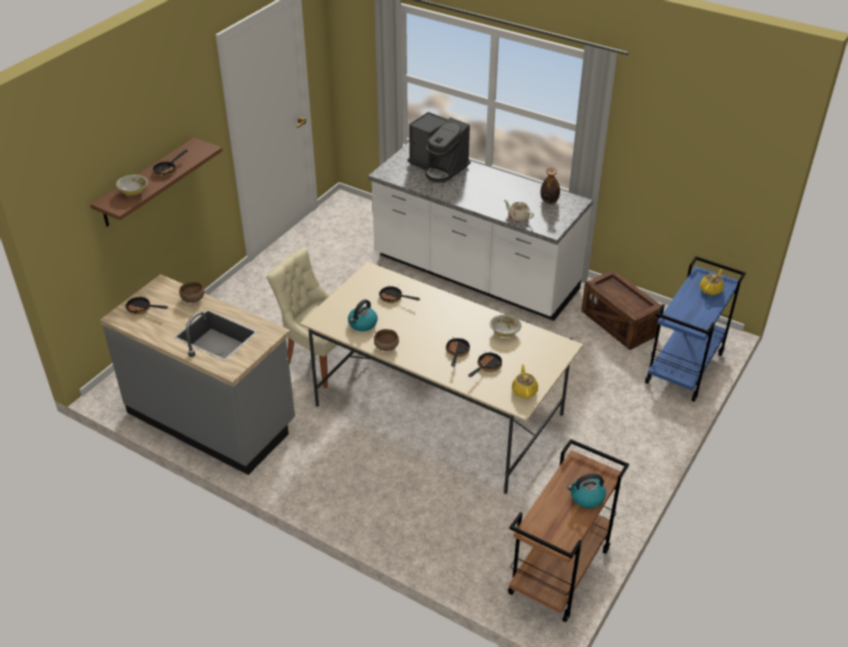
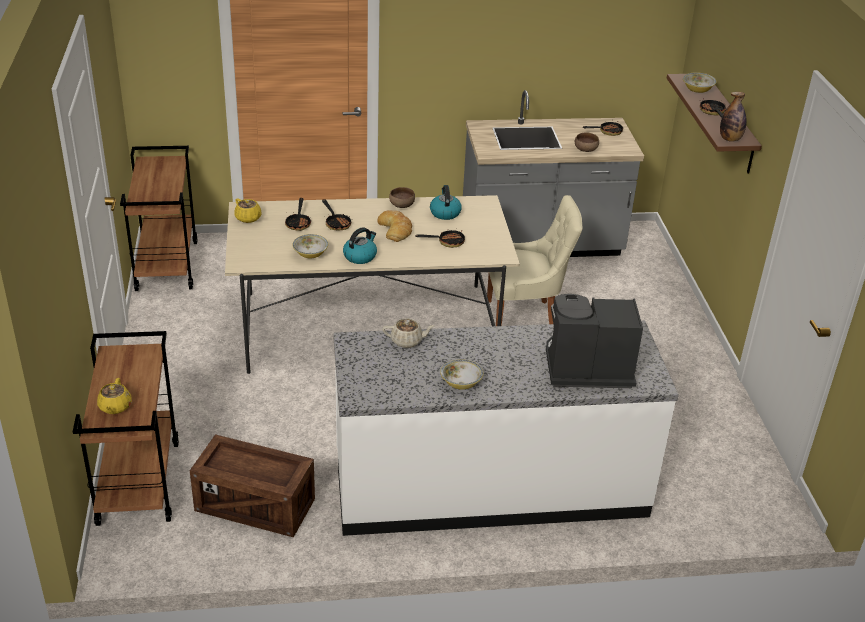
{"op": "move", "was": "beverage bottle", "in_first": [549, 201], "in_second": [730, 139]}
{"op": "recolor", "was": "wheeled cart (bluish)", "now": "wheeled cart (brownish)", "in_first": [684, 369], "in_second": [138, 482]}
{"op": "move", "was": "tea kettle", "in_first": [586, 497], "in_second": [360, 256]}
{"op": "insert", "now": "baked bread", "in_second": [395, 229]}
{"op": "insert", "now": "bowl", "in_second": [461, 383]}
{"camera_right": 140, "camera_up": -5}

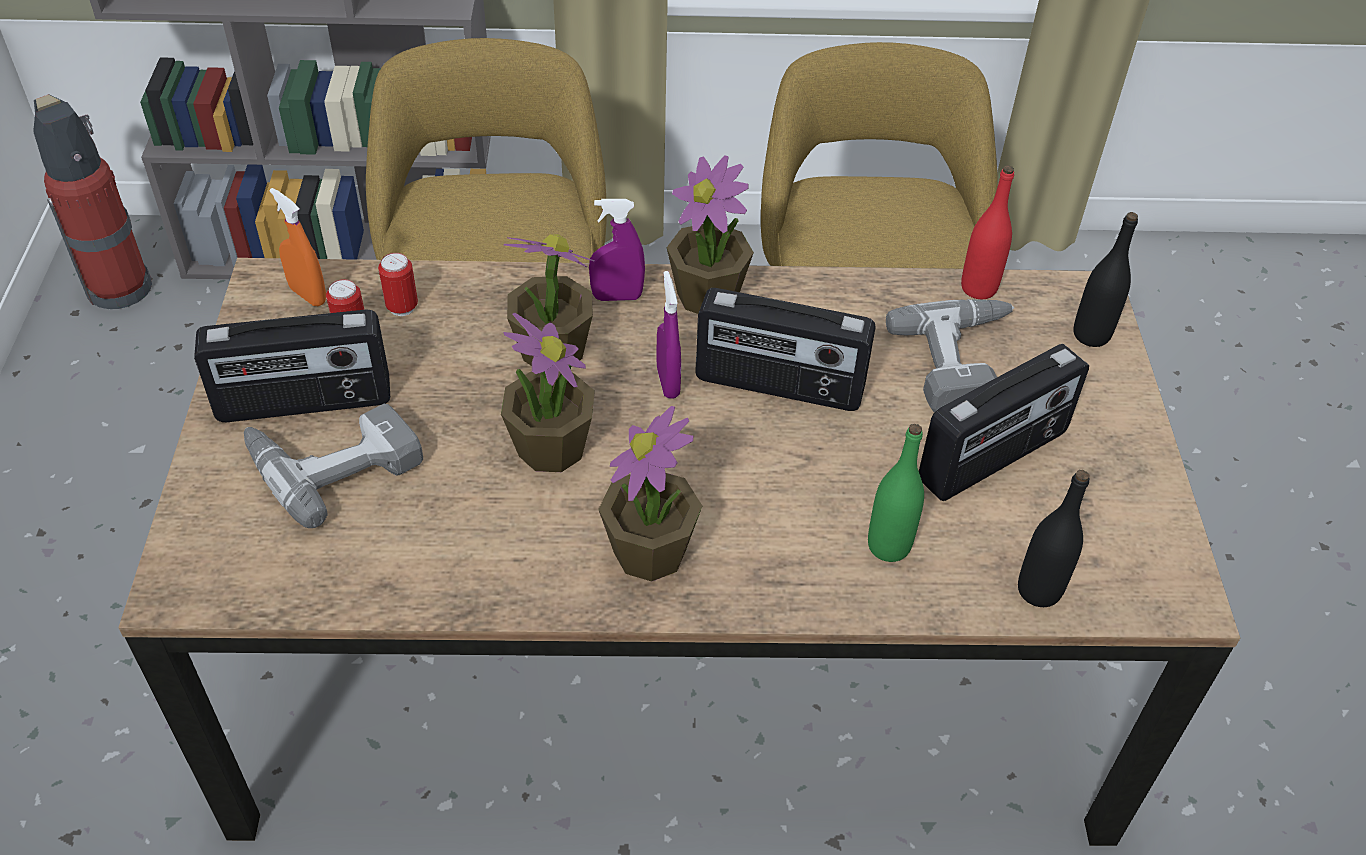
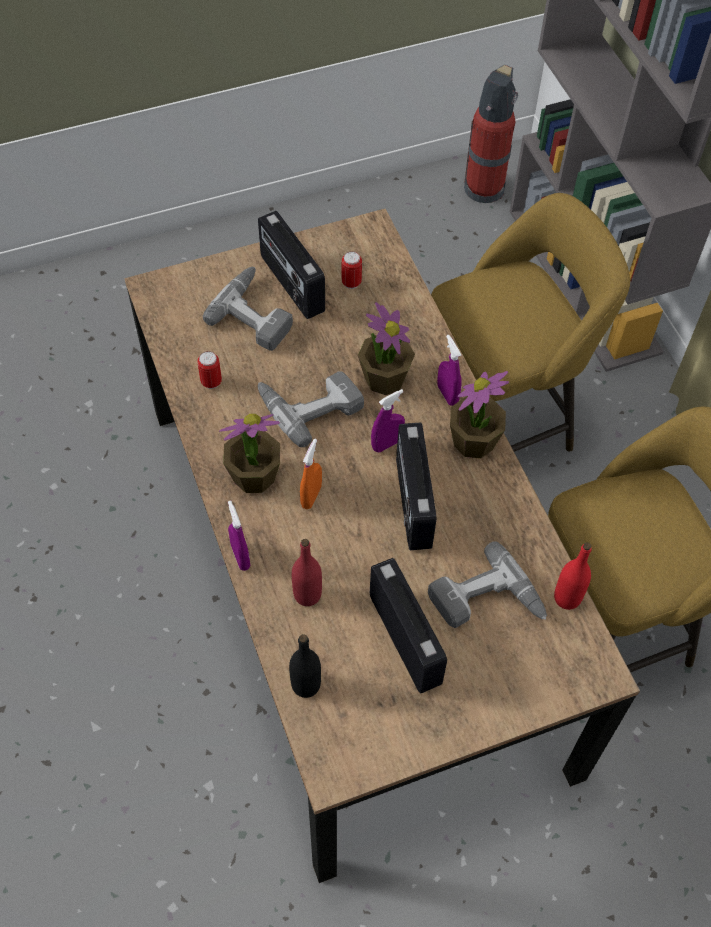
{"op": "move", "was": "spray bottle (orange)", "in_first": [308, 295], "in_second": [311, 496]}
{"op": "delete", "was": "beverage bottle (black-coloured)", "in_first": [1091, 335]}
{"op": "move", "was": "metal can", "in_first": [402, 307], "in_second": [211, 382]}
{"op": "replace", "was": "potted plant", "now": "electric drill", "in_first": [550, 447], "in_second": [309, 404]}
{"op": "rotate", "was": "radio receiver", "in_first": [994, 457], "in_second": [406, 639], "clockwise": -150}
{"op": "recolor", "was": "beverage bottle (greenish)", "now": "beverage bottle (red)", "in_first": [888, 546], "in_second": [307, 594]}
{"op": "insert", "now": "spray bottle (purple)", "in_second": [240, 557]}
{"camera_right": 70, "camera_up": 10}

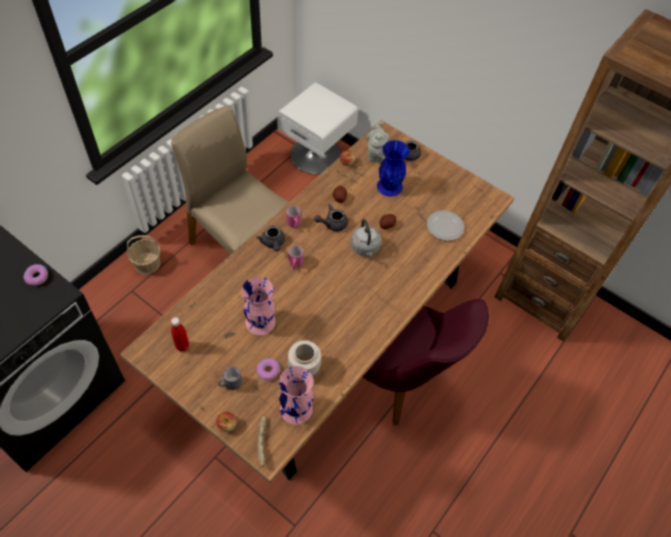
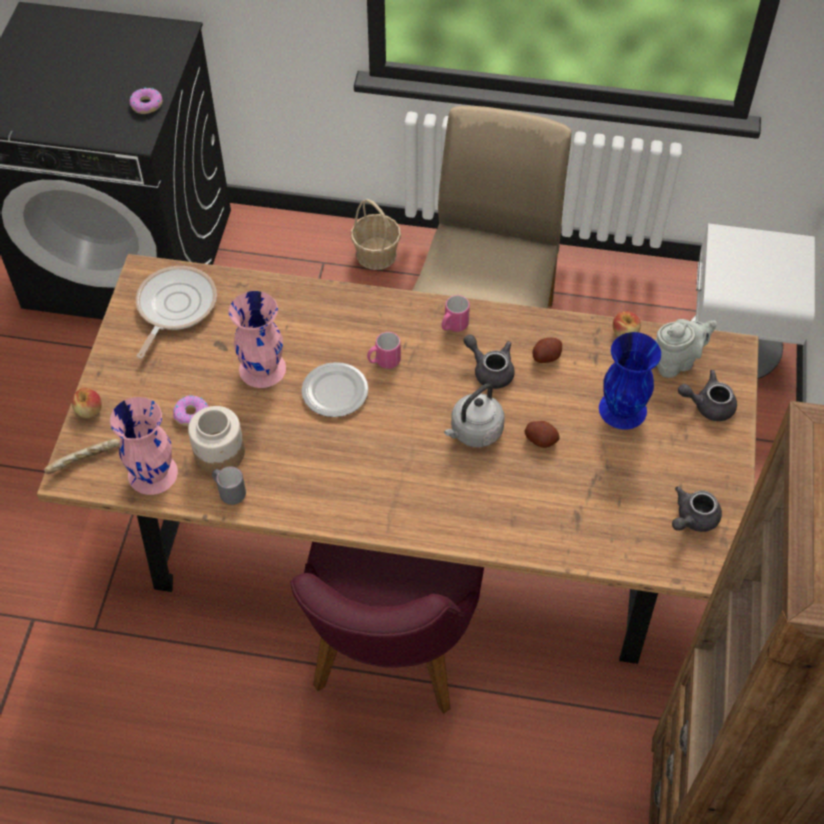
{"op": "move", "was": "plate", "in_first": [444, 226], "in_second": [335, 391]}
{"op": "move", "was": "tea pot (grey)", "in_first": [273, 243], "in_second": [692, 519]}
{"op": "replace", "was": "beverage bottle (red)", "now": "frying pan", "in_first": [182, 346], "in_second": [174, 307]}
{"op": "move", "was": "mug (grey)", "in_first": [230, 384], "in_second": [229, 492]}
{"camera_right": 65, "camera_up": 0}

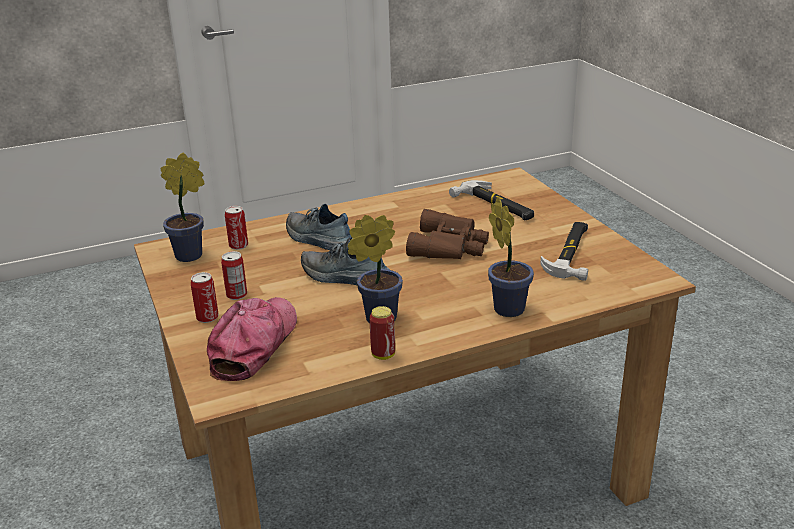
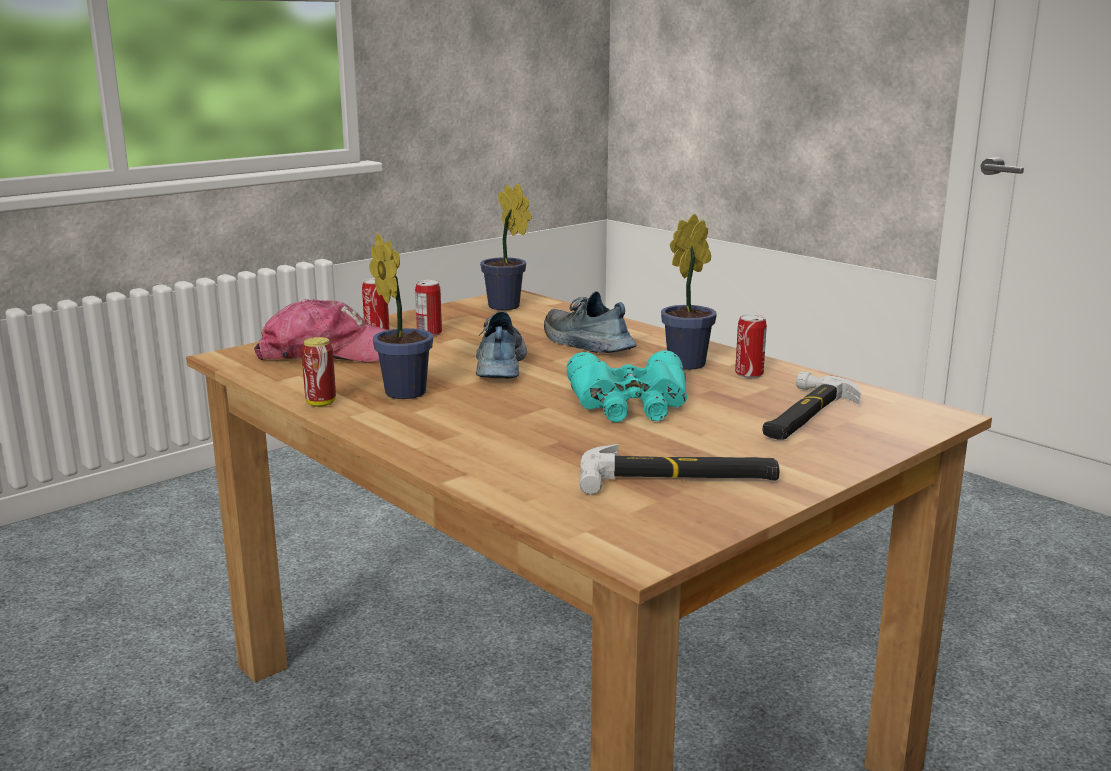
{"op": "move", "was": "potted plant", "in_first": [507, 307], "in_second": [690, 363]}
{"op": "rotate", "was": "item of footwear", "in_first": [319, 240], "in_second": [586, 344], "clockwise": -60}
{"op": "move", "was": "metal can", "in_first": [238, 245], "in_second": [749, 374]}
{"op": "recolor", "was": "pair of binoculars (brownish)", "now": "pair of binoculars (turquoise-coloured)", "in_first": [450, 246], "in_second": [630, 403]}
{"camera_right": 70, "camera_up": -10}

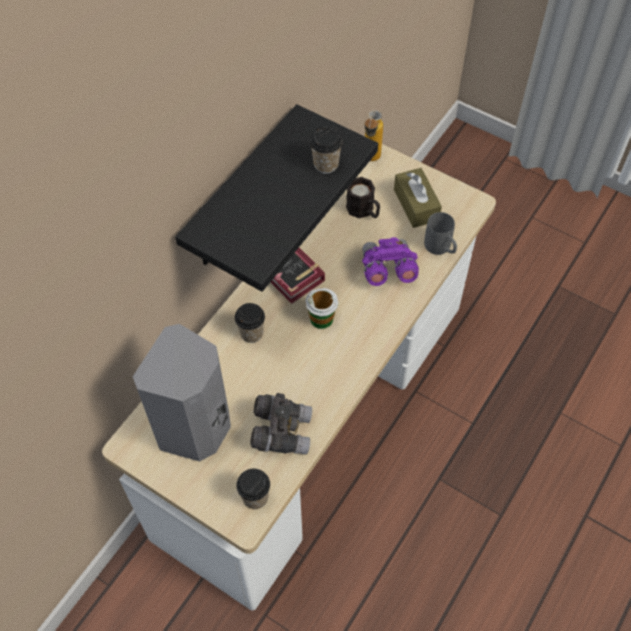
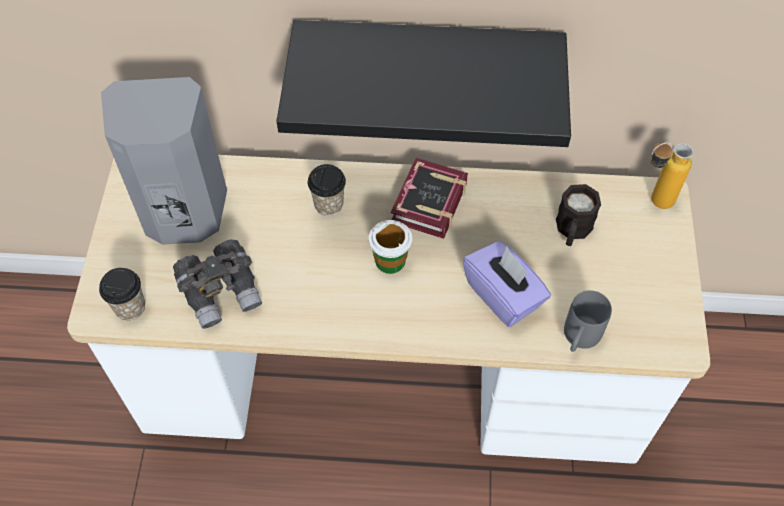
{"op": "delete", "was": "small cup", "in_first": [326, 164]}
{"op": "delete", "was": "box of tissues (brownish)", "in_first": [416, 205]}
{"op": "replace", "was": "pair of binoculars (purple)", "now": "box of tissues (purple)", "in_first": [387, 270], "in_second": [503, 295]}
{"camera_right": 60, "camera_up": 0}

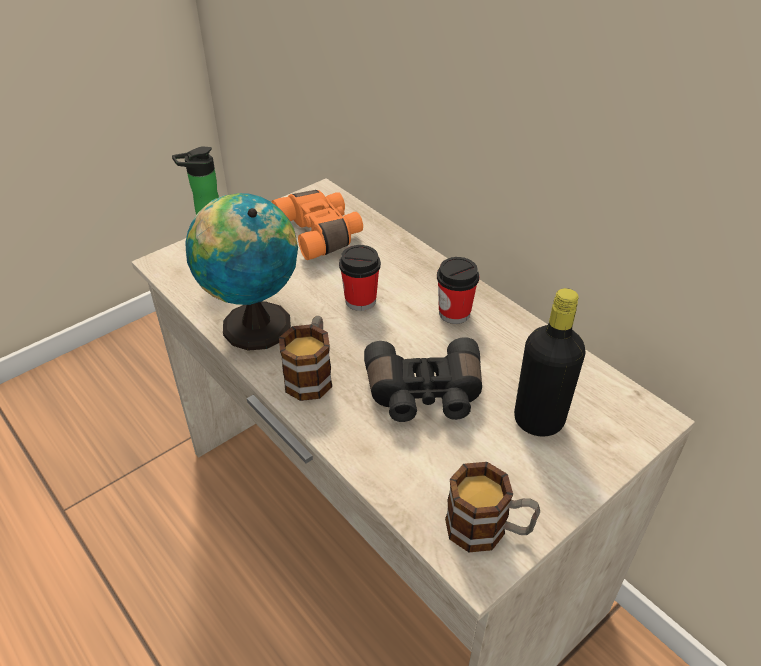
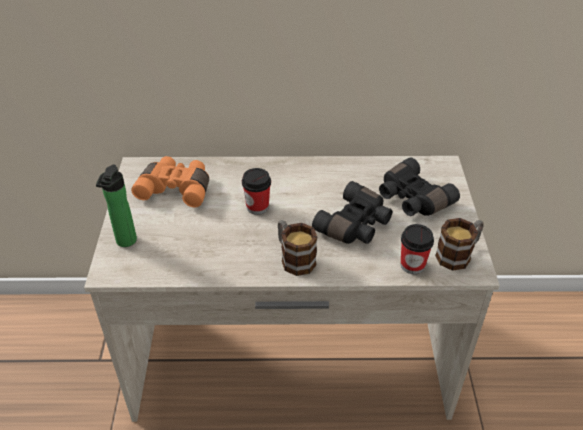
{"op": "delete", "was": "globe", "in_first": [252, 324]}
{"op": "move", "was": "small cup", "in_first": [454, 313], "in_second": [412, 265]}
{"op": "replace", "was": "beverage bottle (black-coloured)", "now": "pair of binoculars (black-coloured)", "in_first": [538, 421], "in_second": [412, 199]}
{"camera_right": -50, "camera_up": 0}

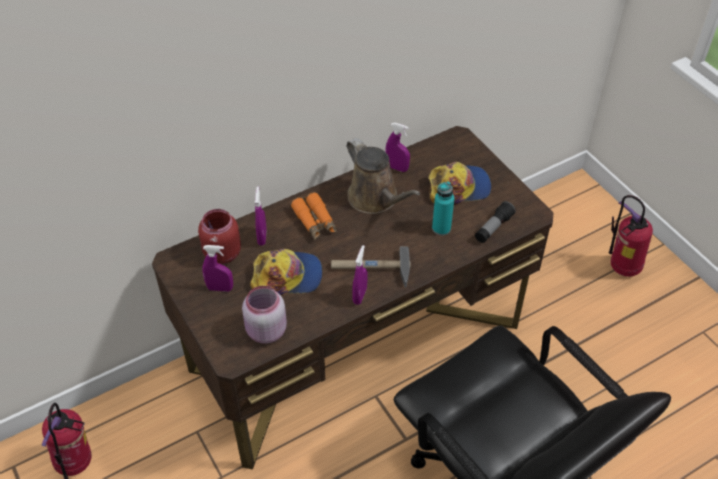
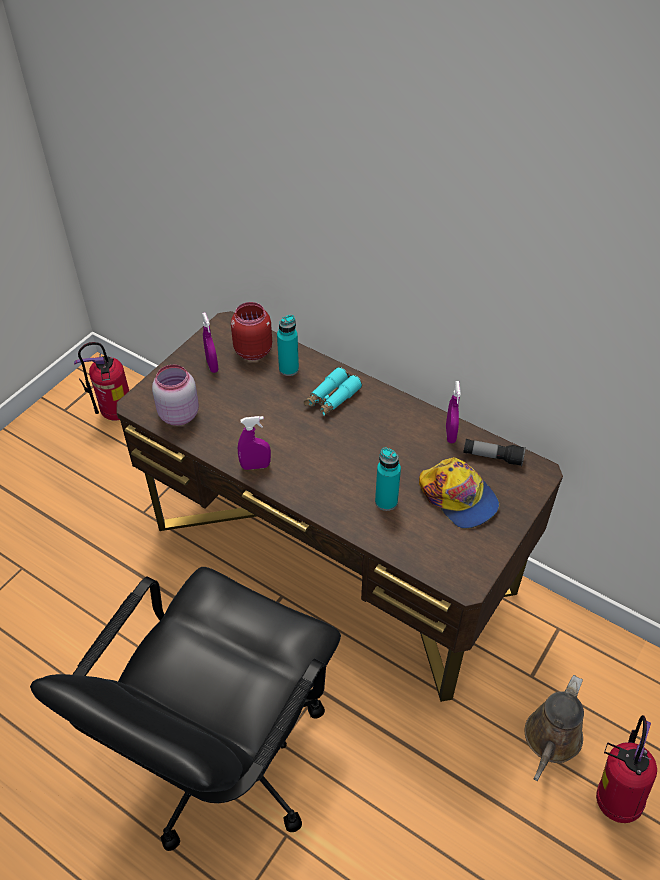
{"op": "move", "was": "watering can (brownish)", "in_first": [375, 199], "in_second": [551, 741]}
{"op": "replace", "was": "spray bottle (purple)", "now": "beverage bottle (turquoise-coloured)", "in_first": [262, 237], "in_second": [288, 369]}
{"op": "recolor", "was": "pair of binoculars (orange)", "now": "pair of binoculars (turquoise-coloured)", "in_first": [315, 221], "in_second": [332, 398]}
{"op": "move", "was": "torch", "in_first": [493, 228], "in_second": [492, 457]}
{"op": "delete", "was": "hand hammer", "in_first": [370, 269]}
{"op": "delete", "was": "baseball cap", "in_first": [287, 276]}
{"camera_right": 65, "camera_up": 0}

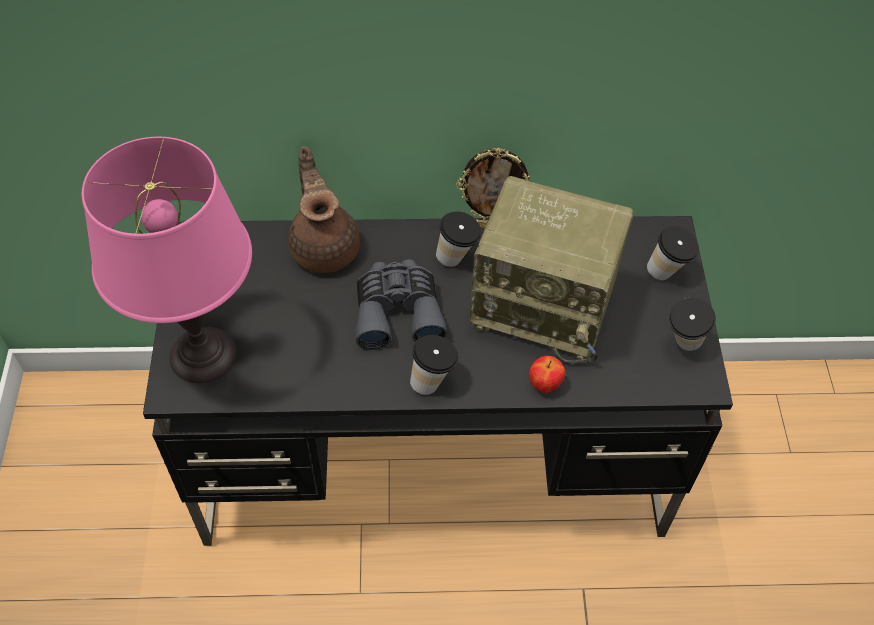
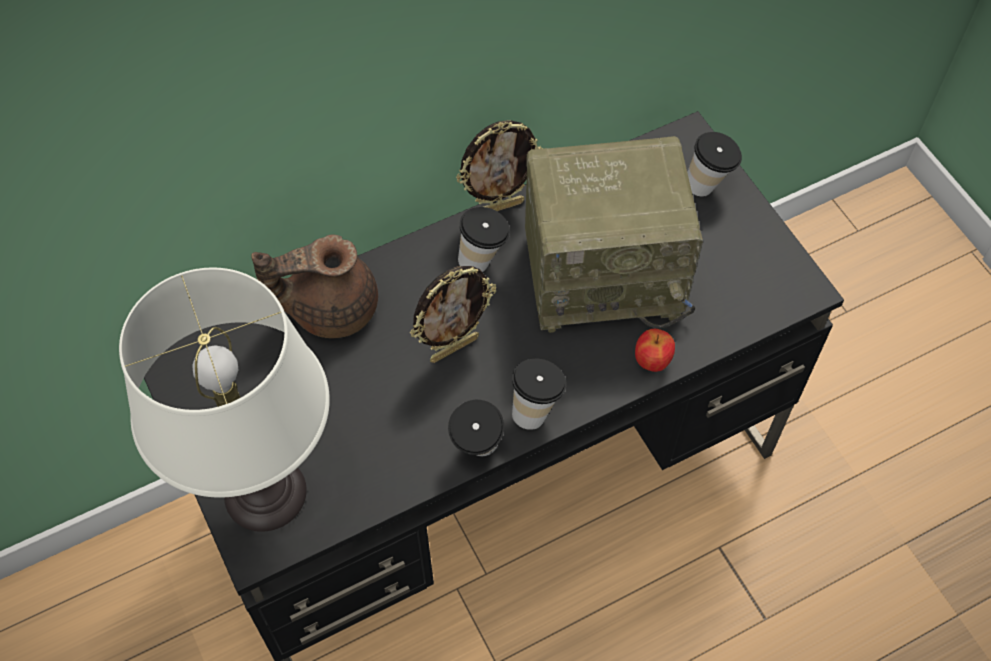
{"op": "recolor", "was": "tabletop lamp (pinkish)", "now": "tabletop lamp (whitish)", "in_first": [202, 355], "in_second": [265, 493]}
{"op": "rotate", "was": "tea pot (brownish)", "in_first": [325, 247], "in_second": [329, 307], "clockwise": -60}
{"op": "replace", "was": "pair of binoculars (grey)", "now": "photo frame", "in_first": [398, 311], "in_second": [454, 348]}
{"op": "move", "was": "small cup", "in_first": [682, 345], "in_second": [477, 452]}
{"camera_right": -25, "camera_up": 5}

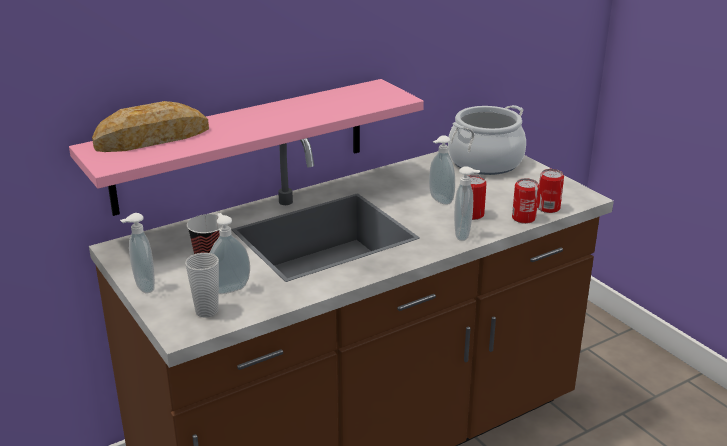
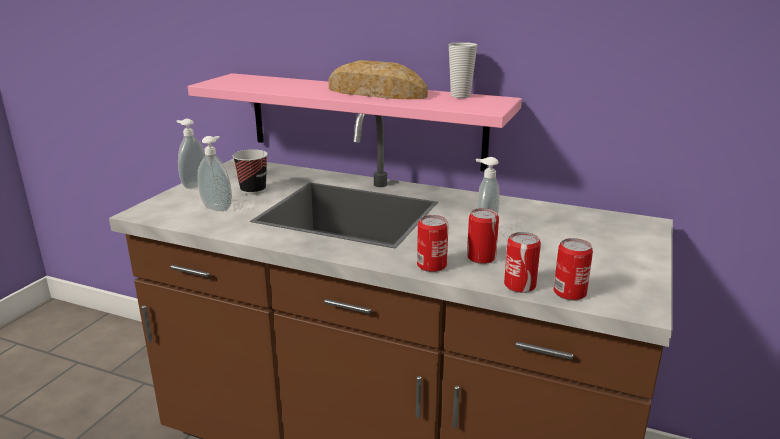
{"op": "move", "was": "baked bread", "in_first": [152, 138], "in_second": [376, 93]}
{"op": "delete", "was": "saucepot", "in_first": [485, 162]}
{"op": "replace", "was": "liquid soap bottle", "now": "metal can", "in_first": [464, 235], "in_second": [431, 265]}
{"op": "move", "was": "small cup", "in_first": [207, 311], "in_second": [460, 96]}
{"camera_right": 55, "camera_up": -5}

